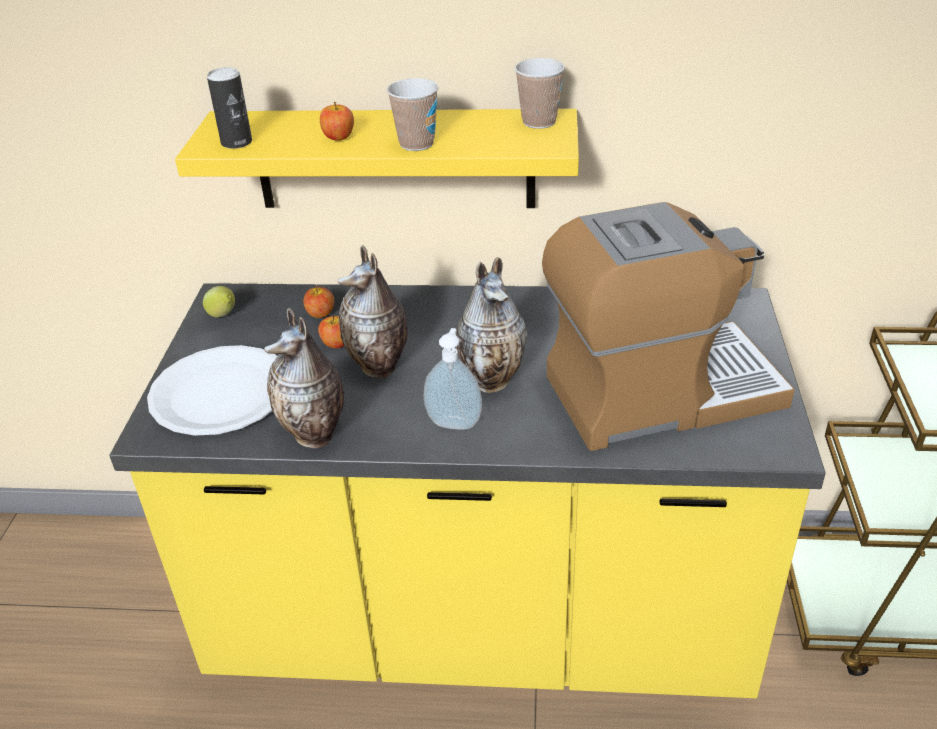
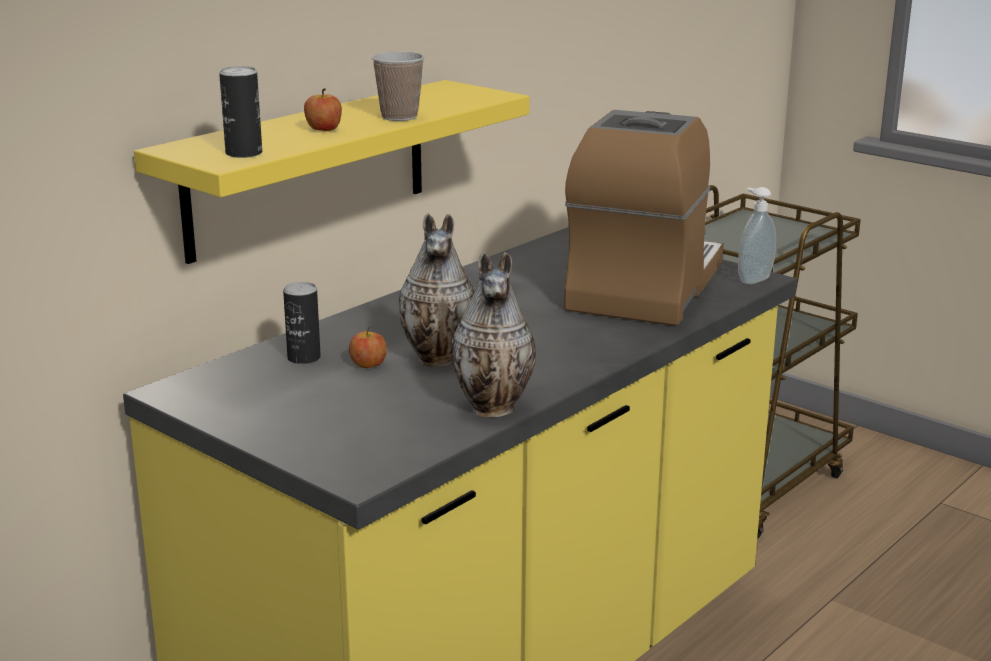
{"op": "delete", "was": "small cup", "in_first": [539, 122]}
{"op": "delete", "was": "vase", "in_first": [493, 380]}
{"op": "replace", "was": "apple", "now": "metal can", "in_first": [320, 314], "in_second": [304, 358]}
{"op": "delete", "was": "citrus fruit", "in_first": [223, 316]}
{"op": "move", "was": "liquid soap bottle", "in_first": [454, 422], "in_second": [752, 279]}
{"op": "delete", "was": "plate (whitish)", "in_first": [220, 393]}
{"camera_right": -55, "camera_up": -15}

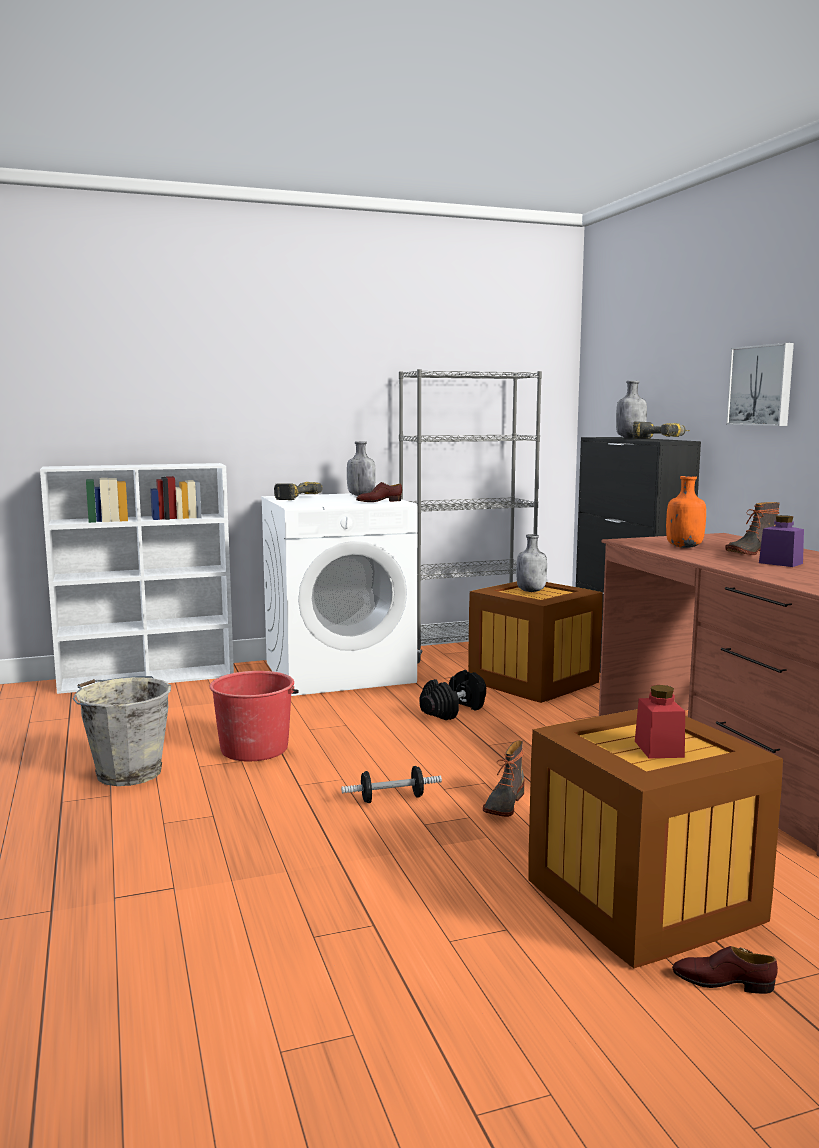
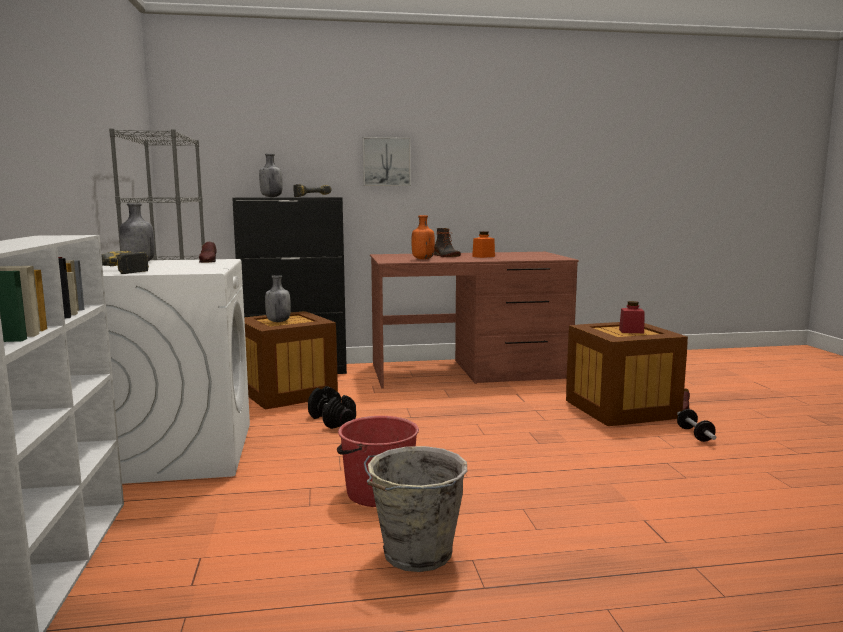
{"op": "recolor", "was": "jar (purple)", "now": "jar (orange)", "in_first": [780, 563], "in_second": [483, 256]}
{"op": "delete", "was": "high-top boot", "in_first": [503, 804]}
{"op": "move", "was": "hand weight", "in_first": [392, 799], "in_second": [695, 435]}
{"camera_right": -80, "camera_up": 0}

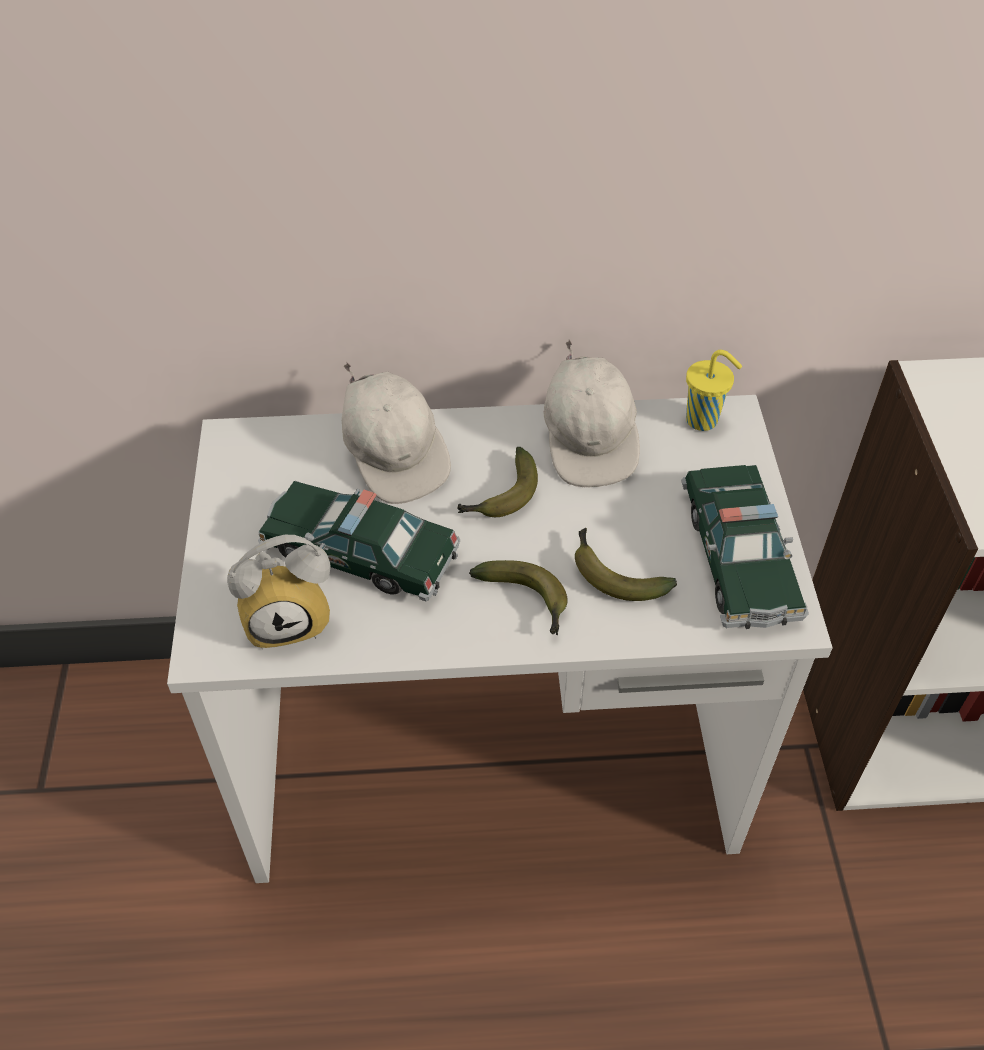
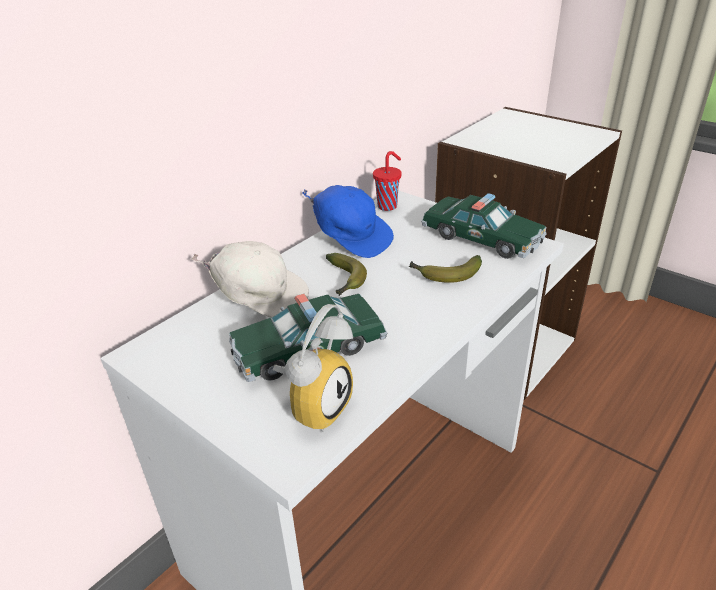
{"op": "recolor", "was": "baseball cap (whitish)", "now": "baseball cap (bluish)", "in_first": [589, 441], "in_second": [351, 239]}
{"op": "recolor", "was": "small cup (yellow-coloured)", "now": "small cup (red)", "in_first": [704, 420], "in_second": [388, 206]}
{"op": "delete", "was": "banana", "in_first": [526, 601]}
{"camera_right": -45, "camera_up": -15}

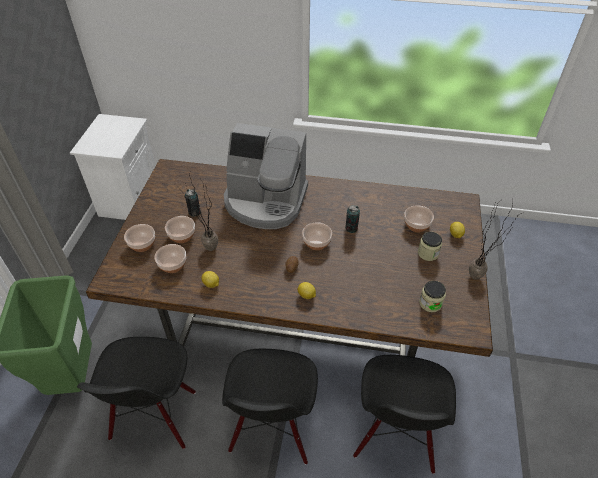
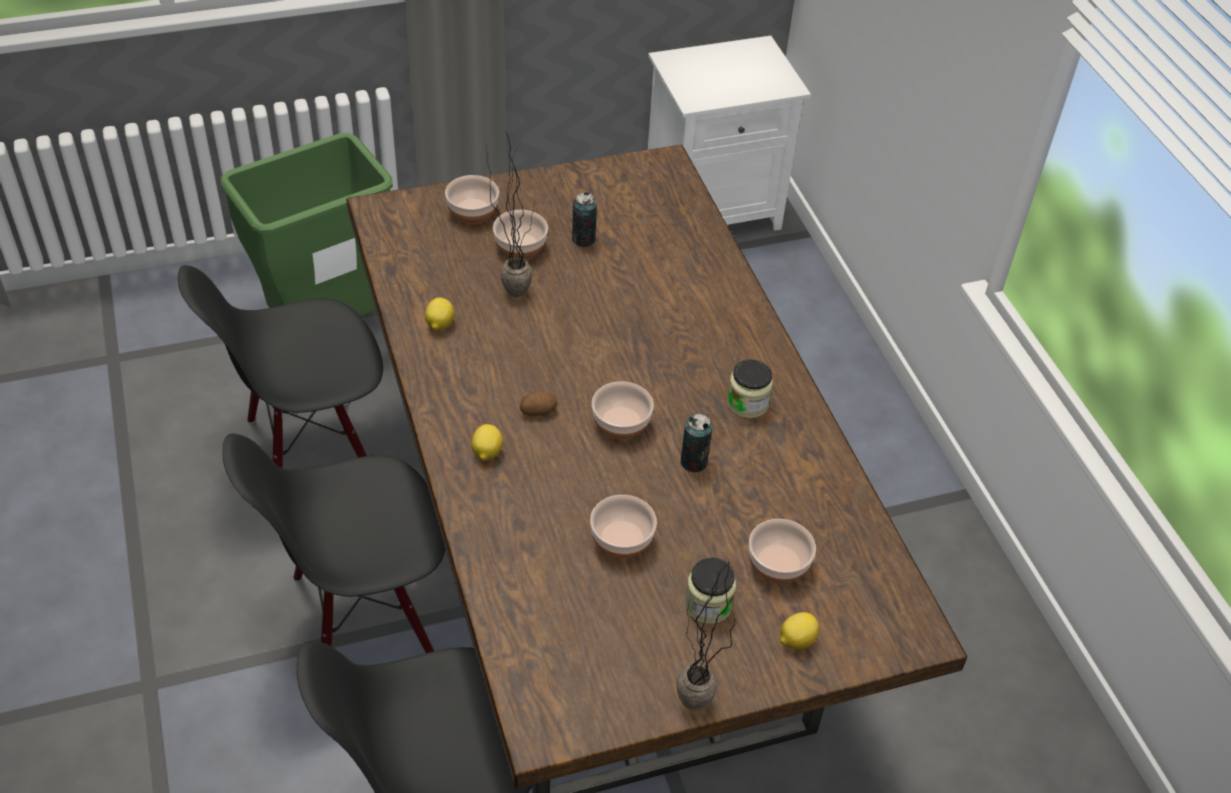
{"op": "delete", "was": "coffee maker", "in_first": [265, 202]}
{"op": "move", "was": "bowl", "in_first": [173, 265], "in_second": [622, 540]}
{"op": "move", "was": "jar", "in_first": [430, 303], "in_second": [747, 403]}
{"camera_right": 60, "camera_up": 0}

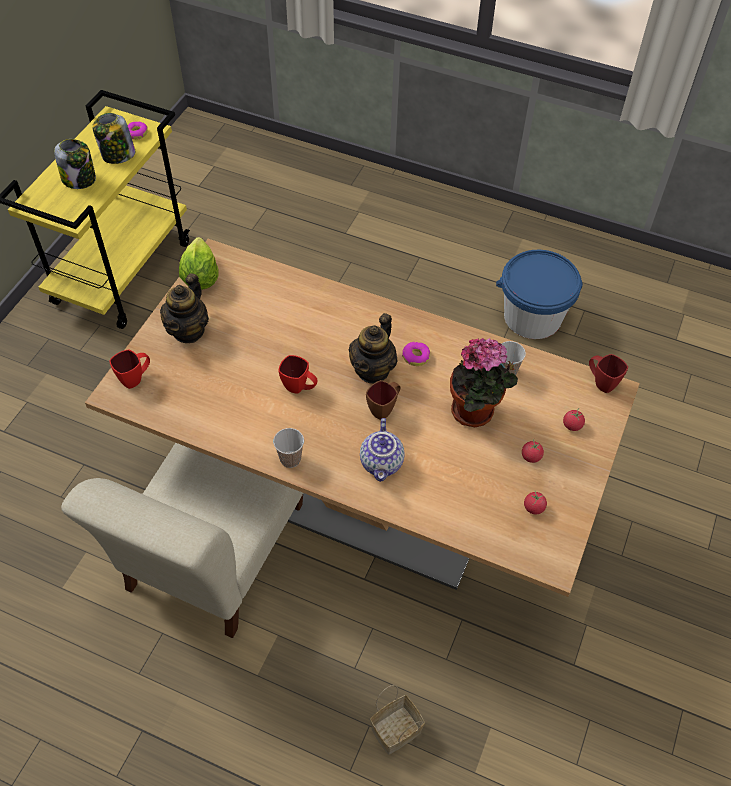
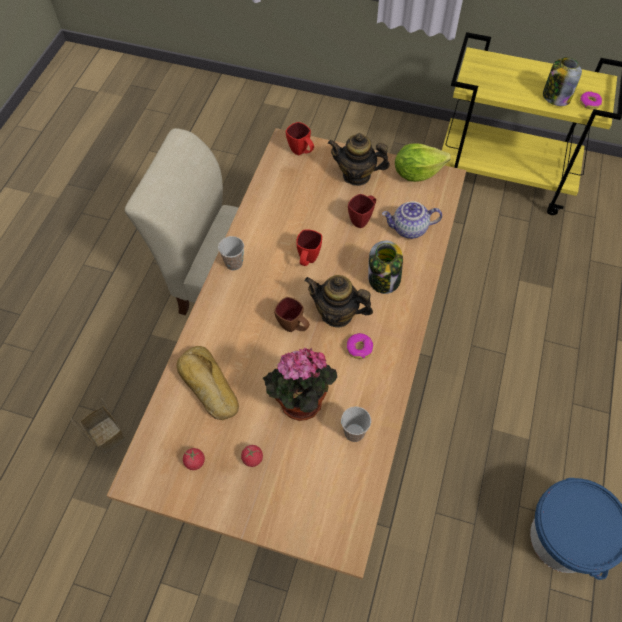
{"op": "move", "was": "jar", "in_first": [80, 179], "in_second": [384, 279]}
{"op": "move", "was": "mug (red)", "in_first": [601, 382], "in_second": [362, 219]}
{"op": "delete", "was": "fresh tomato", "in_first": [572, 425]}
{"op": "move", "was": "tea pot", "in_first": [382, 463], "in_second": [409, 229]}
{"op": "insert", "now": "baked bread", "in_second": [207, 387]}
{"camera_right": 85, "camera_up": 5}

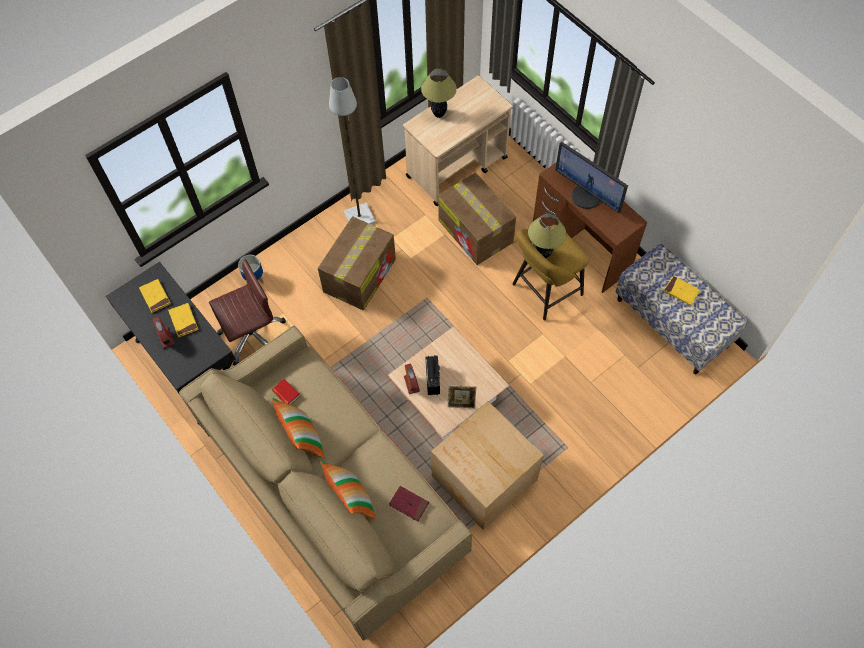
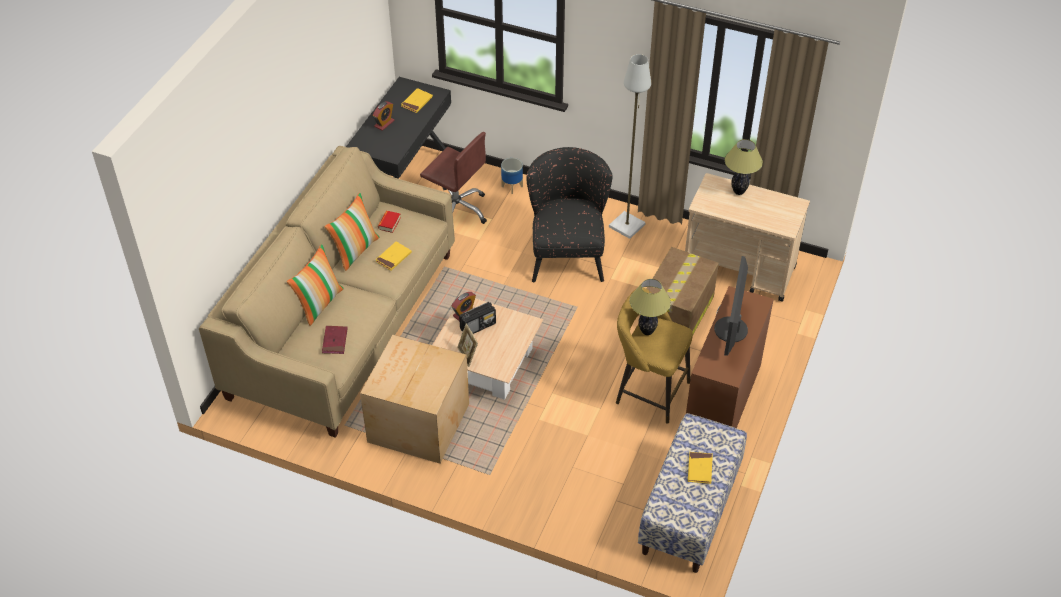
{"op": "replace", "was": "cardboard box", "now": "armchair (black-coloured)", "in_first": [360, 274], "in_second": [567, 251]}
{"op": "move", "was": "bound book (yellow-coloured)", "in_first": [183, 321], "in_second": [393, 257]}
{"camera_right": 60, "camera_up": -15}

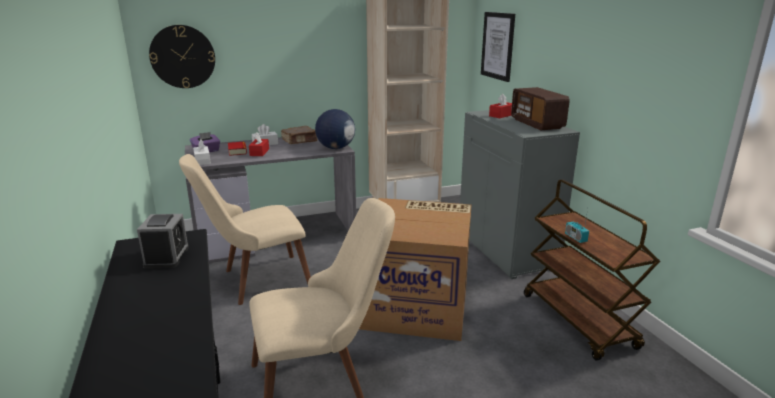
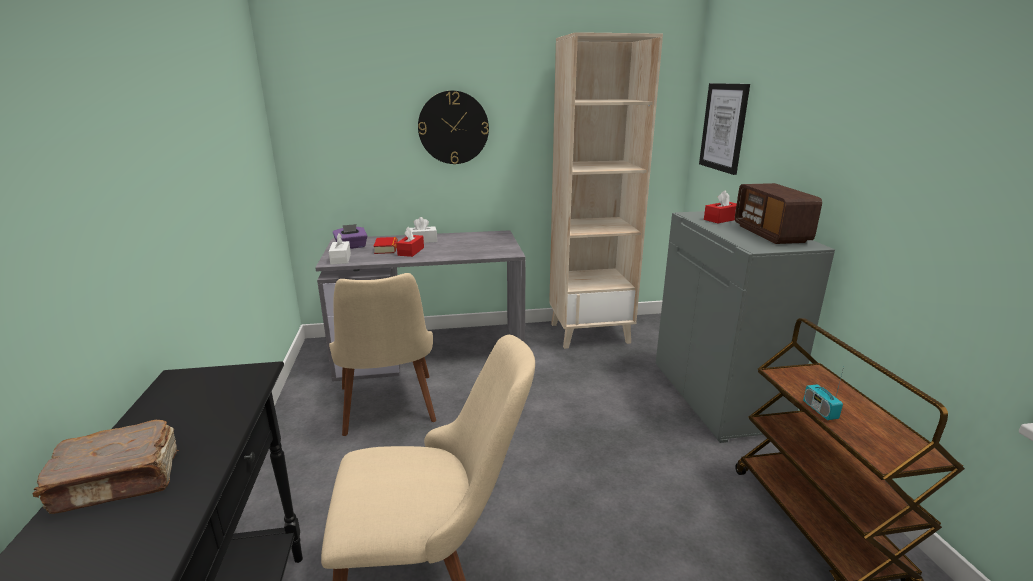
{"op": "move", "was": "clock on the wall", "in_first": [182, 56], "in_second": [453, 128]}
{"op": "delete", "was": "globe", "in_first": [335, 148]}
{"op": "move", "was": "bound book (brownish)", "in_first": [300, 141], "in_second": [120, 481]}
{"op": "rotate", "was": "upright chair (sand-coloured)", "in_first": [255, 282], "in_second": [389, 412], "clockwise": -90}
{"op": "delete", "was": "cardboard box", "in_first": [417, 305]}
{"op": "delete", "was": "alarm clock", "in_first": [167, 257]}
{"camera_right": 10, "camera_up": 0}

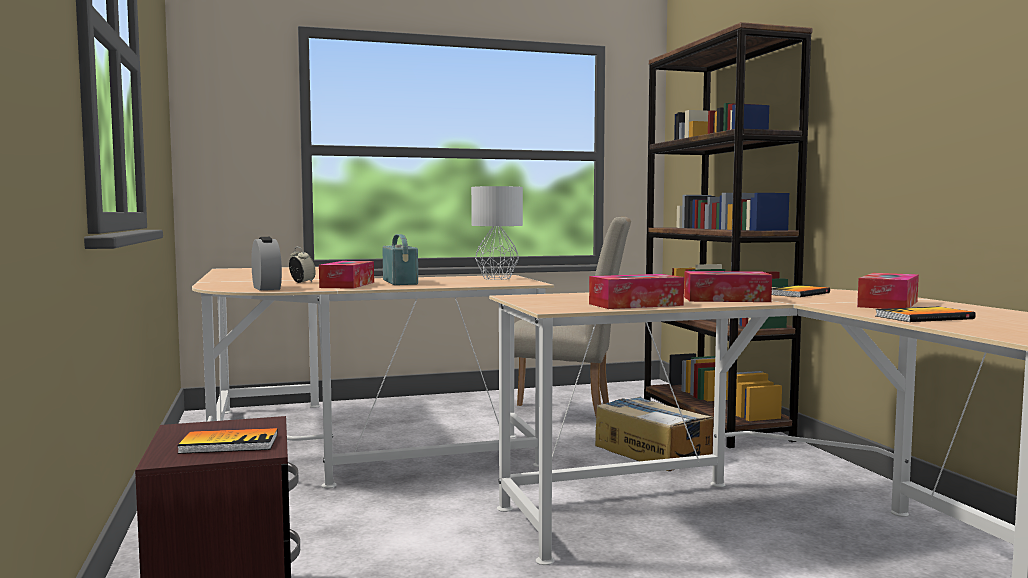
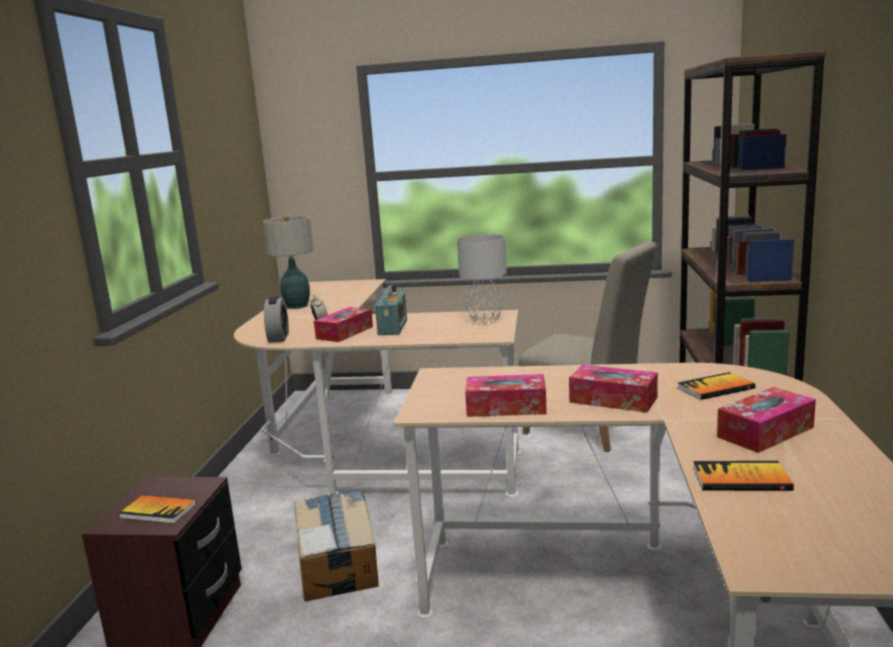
{"op": "move", "was": "cardboard box", "in_first": [652, 451], "in_second": [337, 561]}
{"op": "insert", "now": "tabletop lamp", "in_second": [296, 306]}
{"camera_right": 25, "camera_up": 10}

